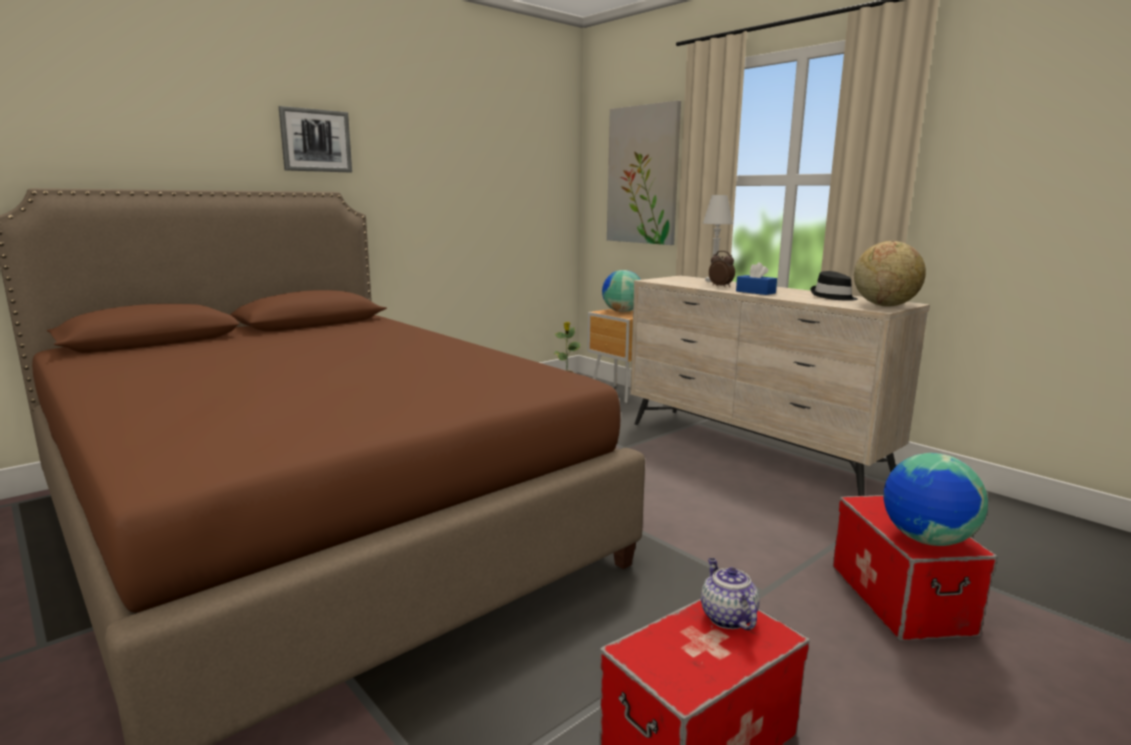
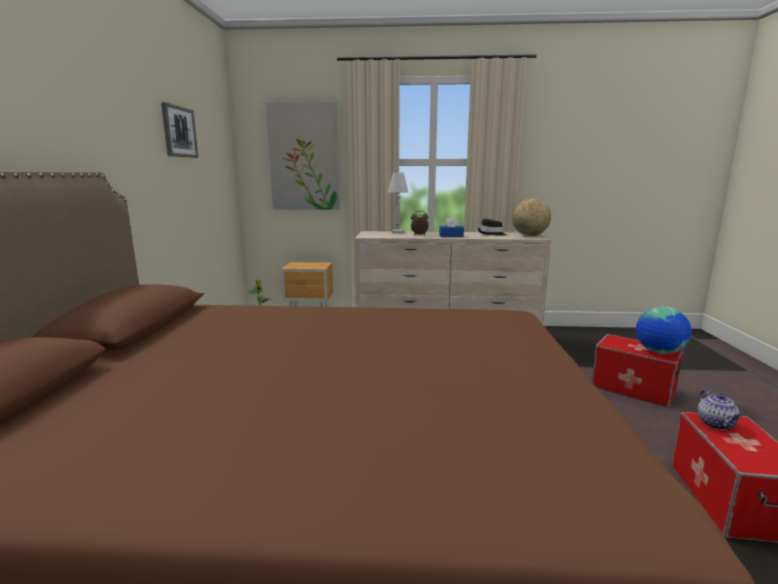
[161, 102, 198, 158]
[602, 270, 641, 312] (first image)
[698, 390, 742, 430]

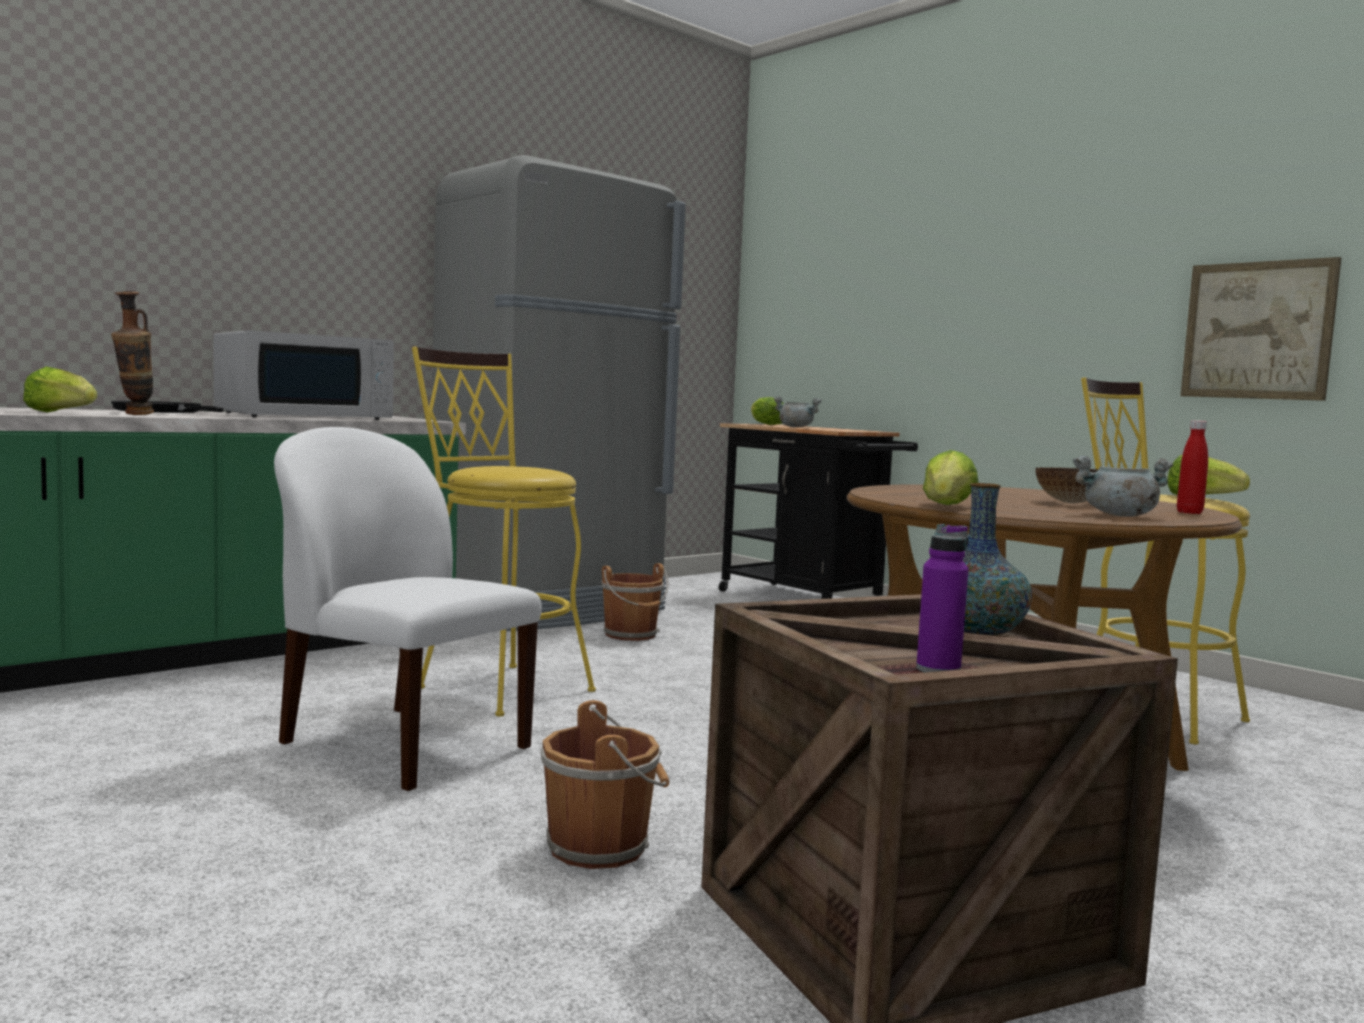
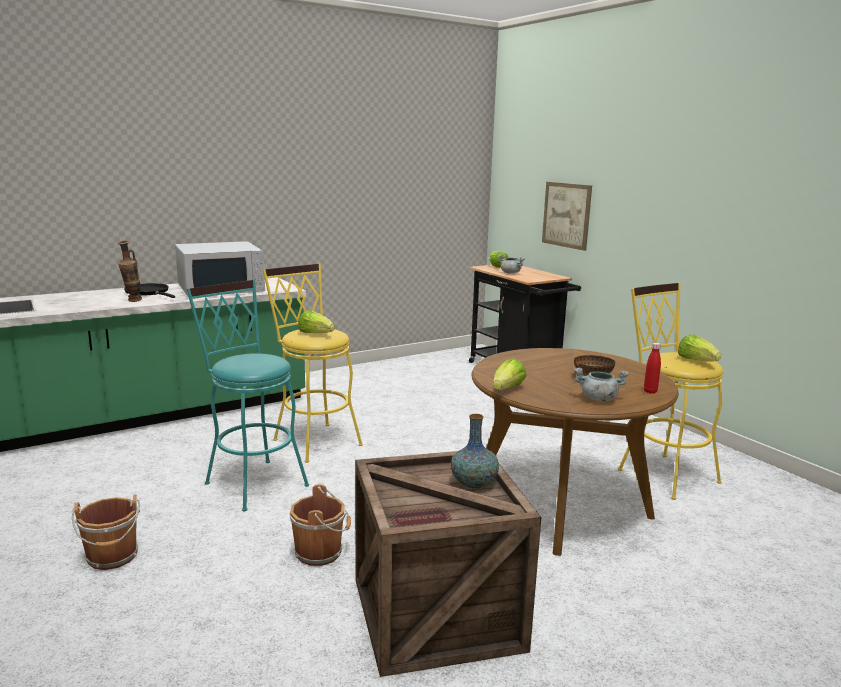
[298, 310, 335, 333]
[187, 280, 309, 511]
[432, 155, 686, 631] (first image)
[72, 494, 140, 570]
[916, 524, 969, 672] (first image)
[542, 182, 592, 251]

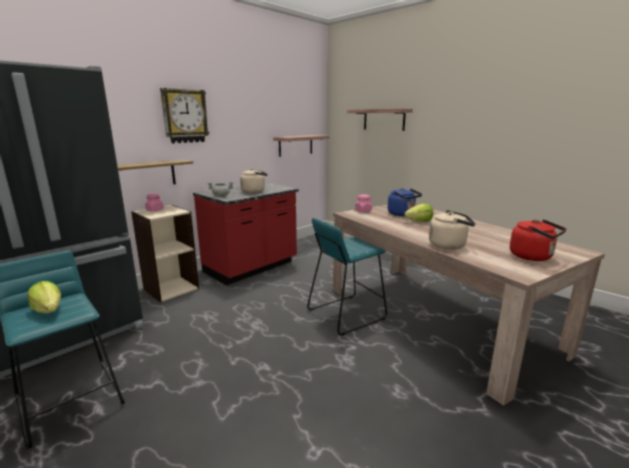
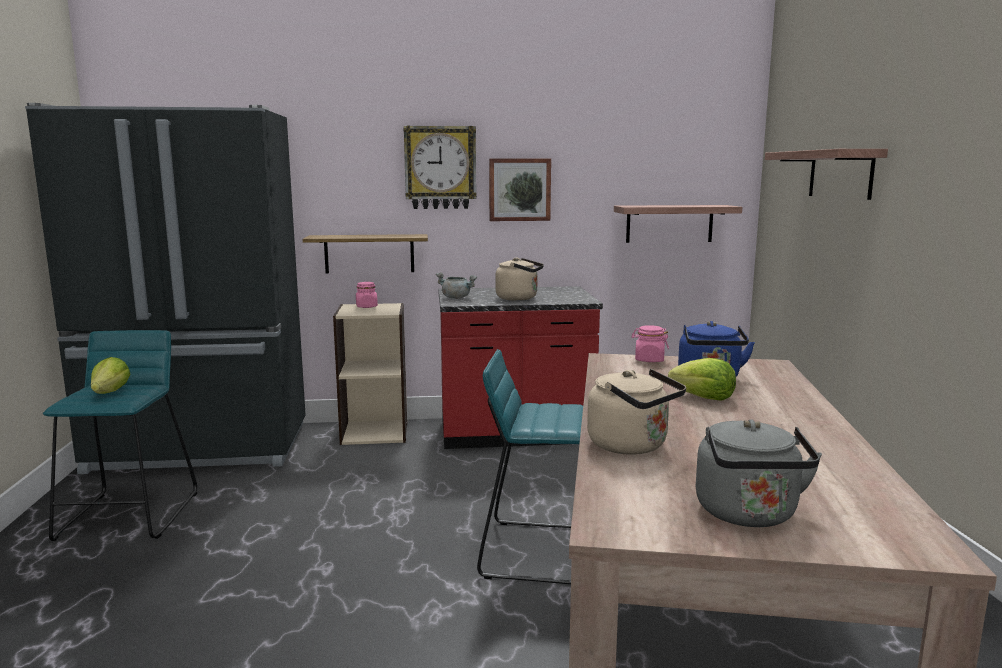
[696, 419, 822, 527]
[489, 158, 551, 221]

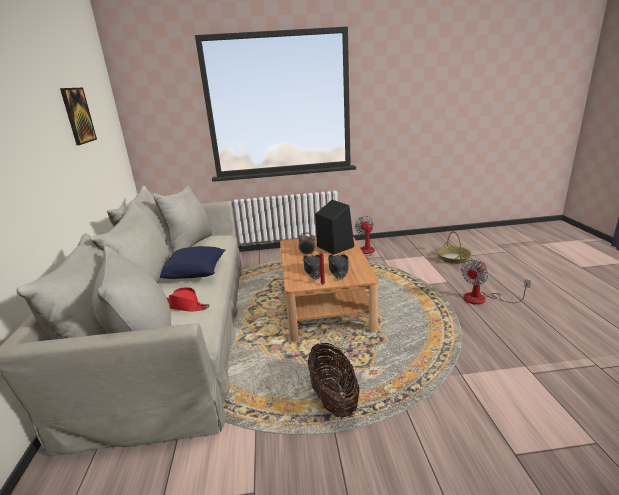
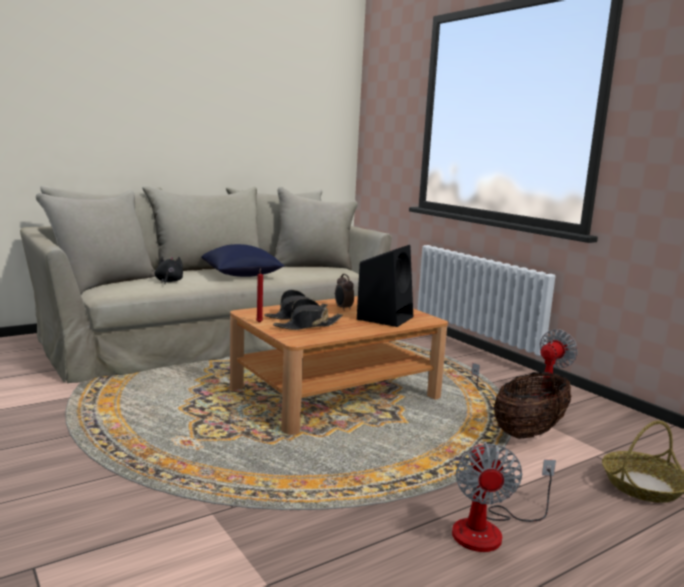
[60, 88, 97, 145] (first image)
[155, 257, 183, 284]
[494, 372, 571, 439]
[452, 442, 556, 552]

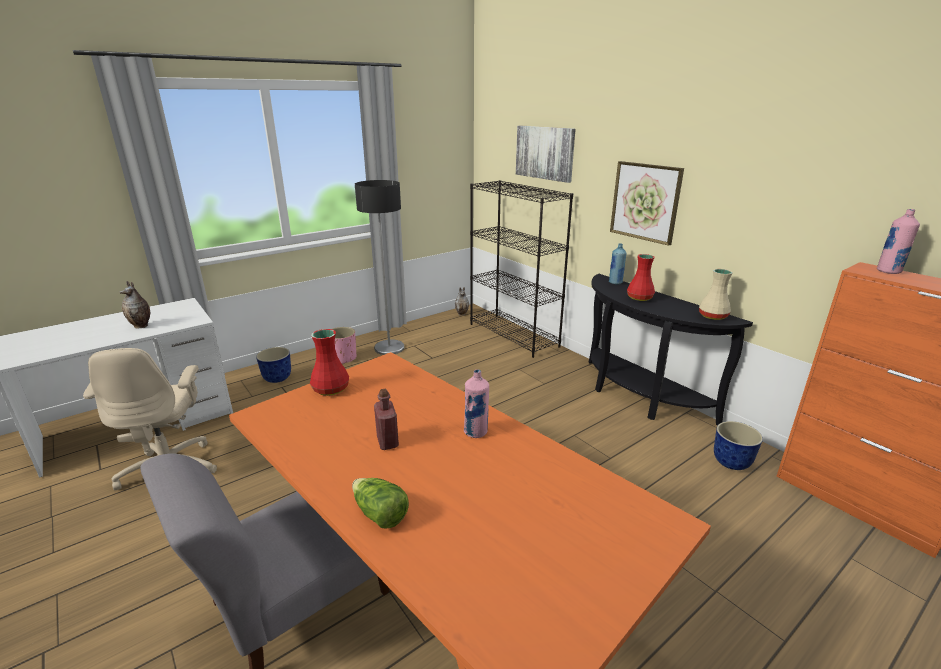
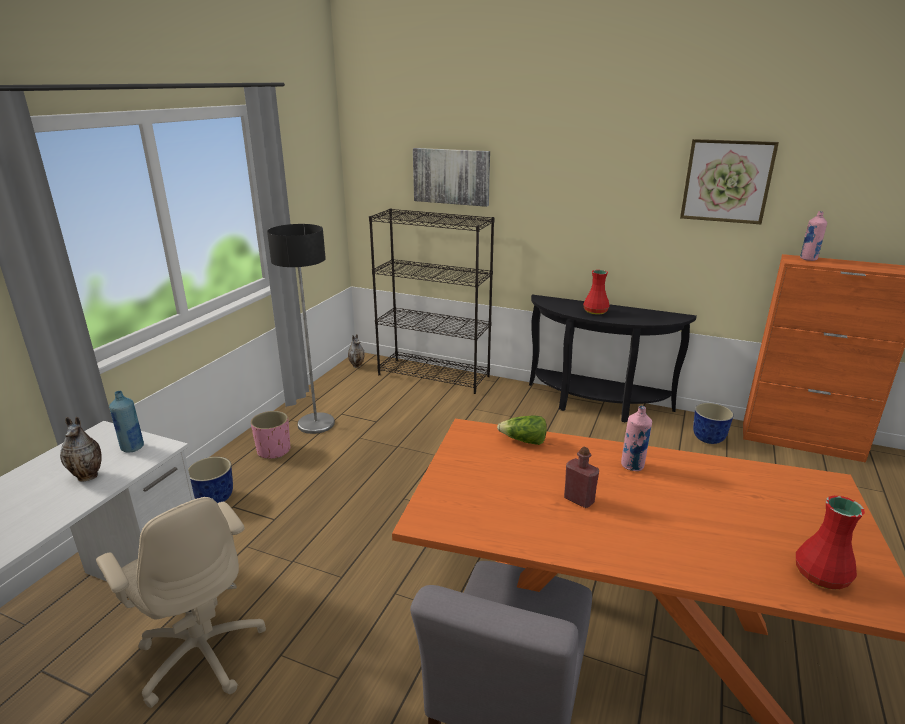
[796, 496, 865, 589]
[497, 416, 547, 445]
[109, 391, 144, 453]
[680, 139, 779, 224]
[699, 269, 733, 320] (first image)

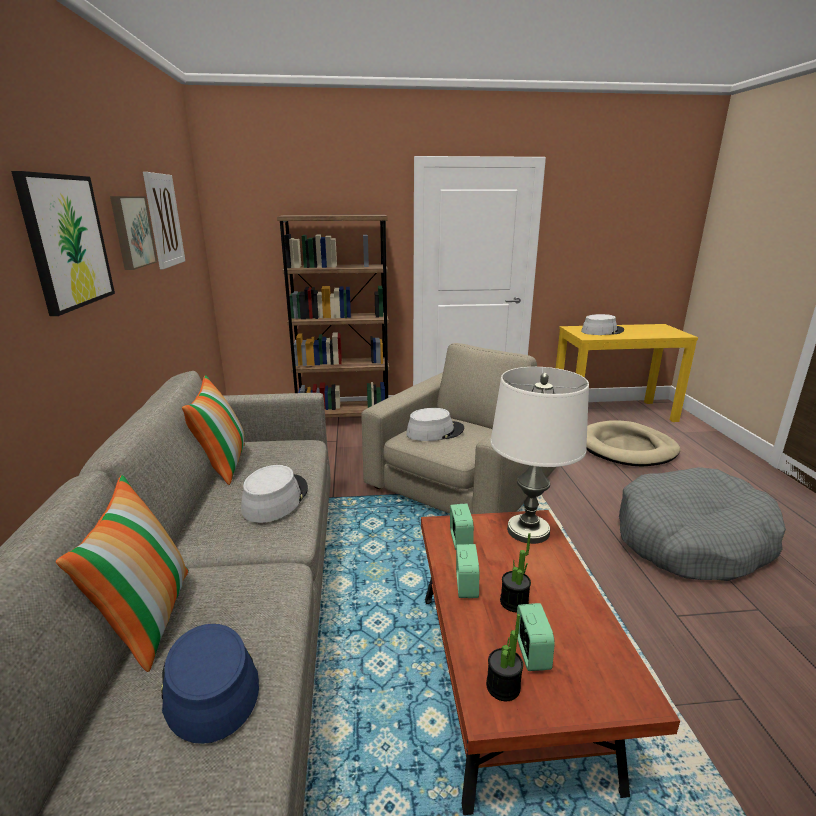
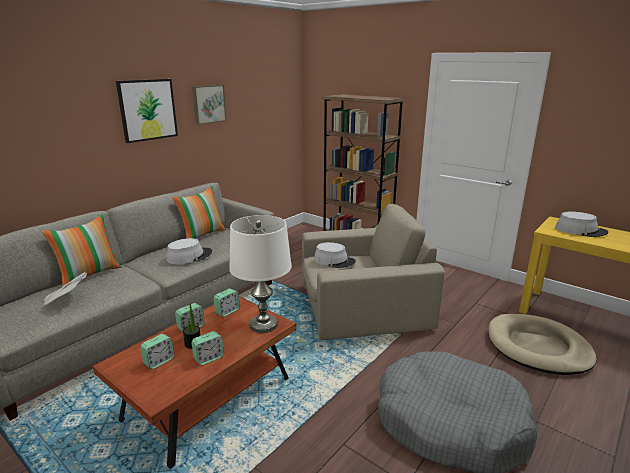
[143, 172, 185, 270] (first image)
[42, 272, 87, 307]
[486, 614, 523, 701] (first image)
[192, 331, 224, 365]

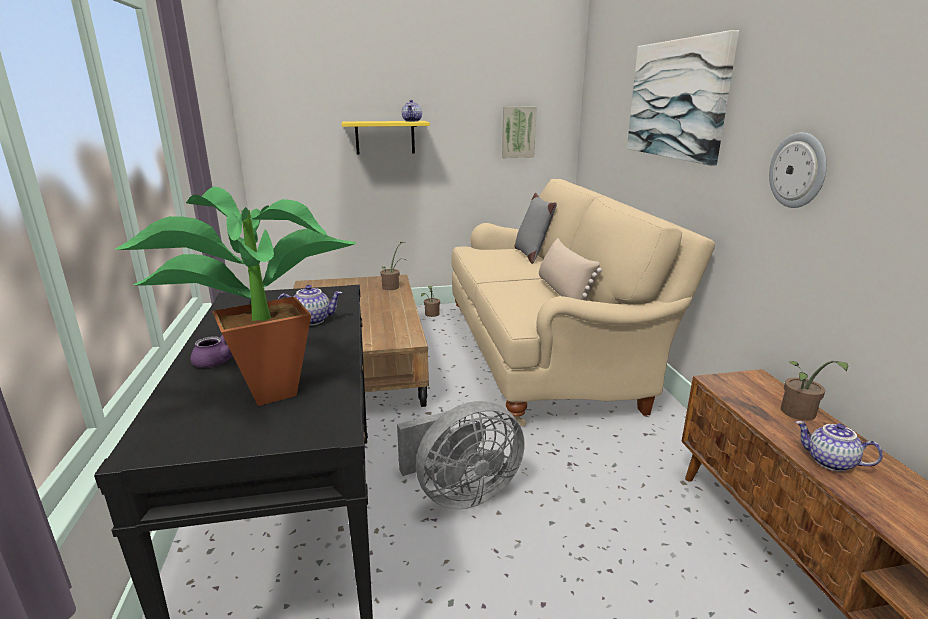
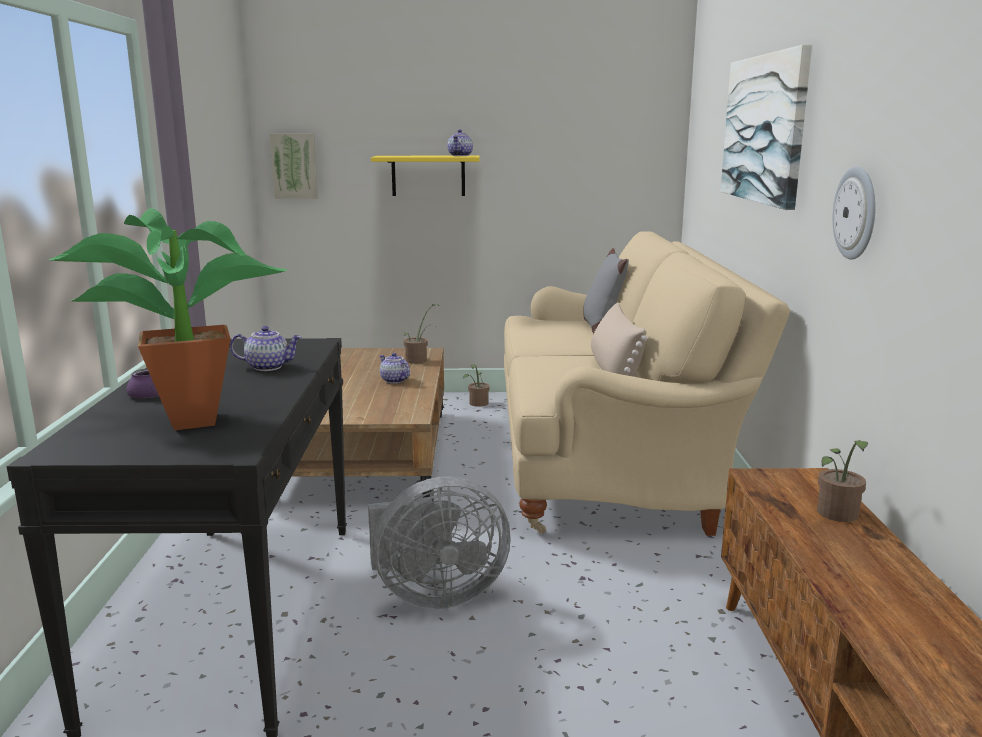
[270, 133, 318, 199]
[380, 353, 410, 384]

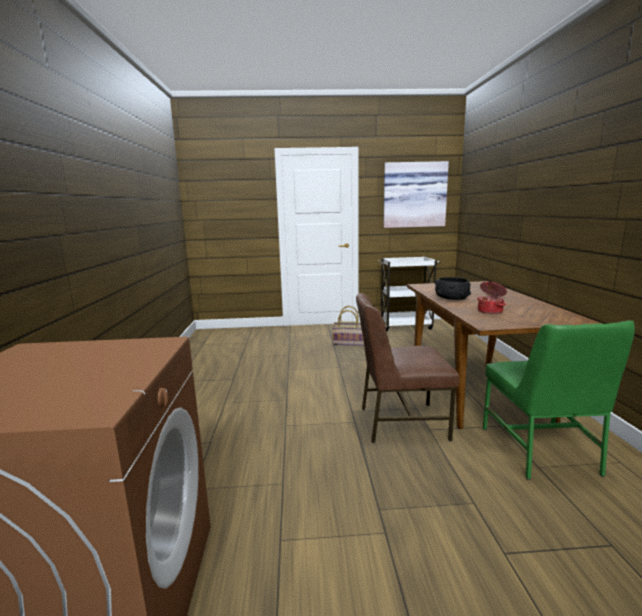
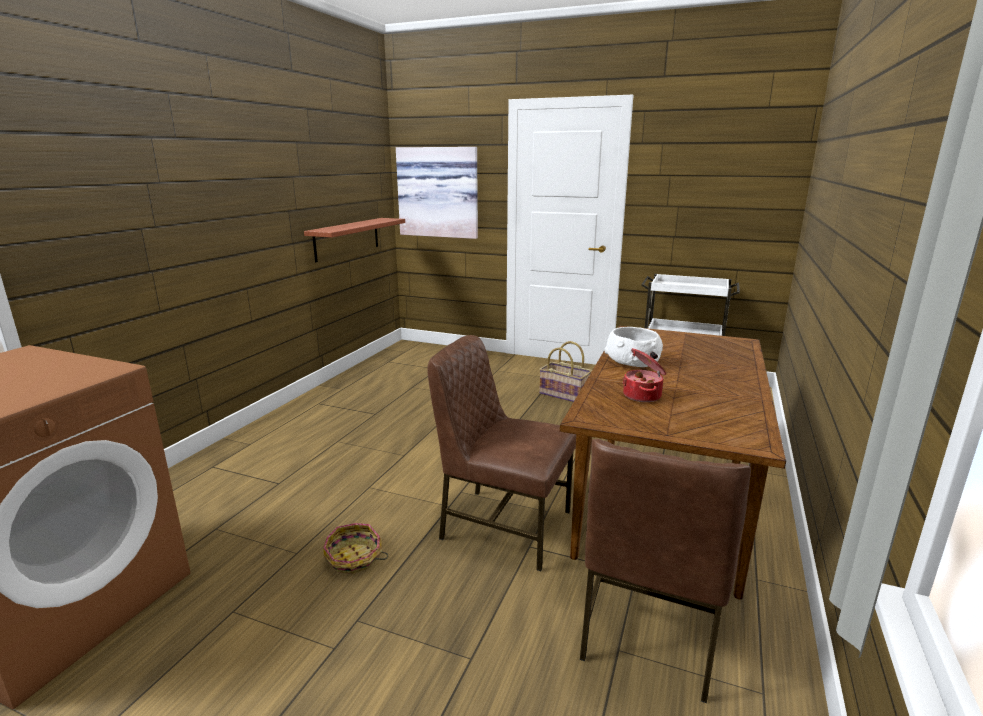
[396, 147, 478, 239]
[605, 327, 663, 367]
[580, 439, 751, 703]
[304, 218, 405, 262]
[323, 523, 388, 574]

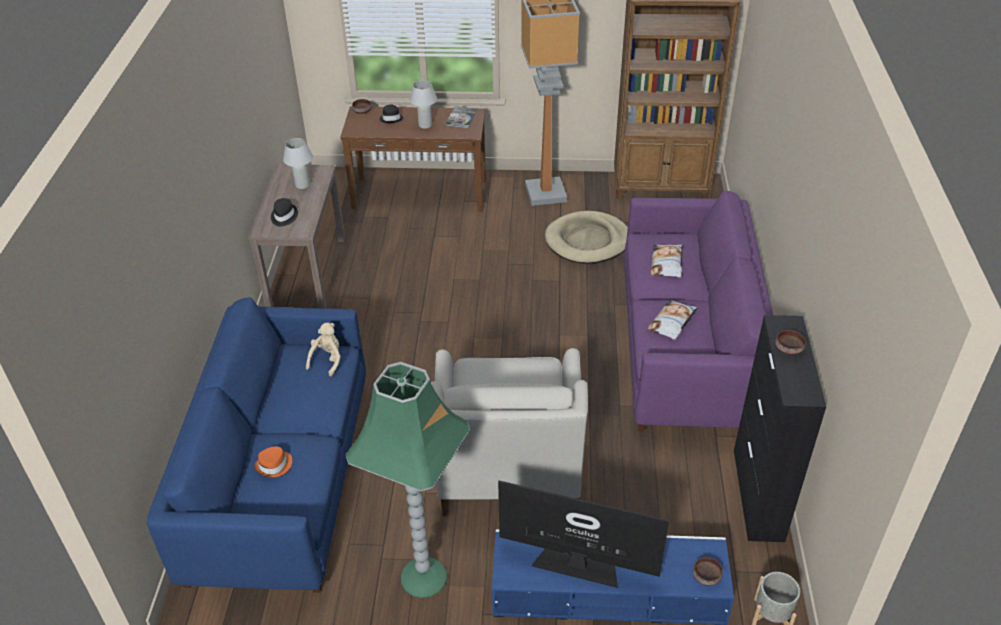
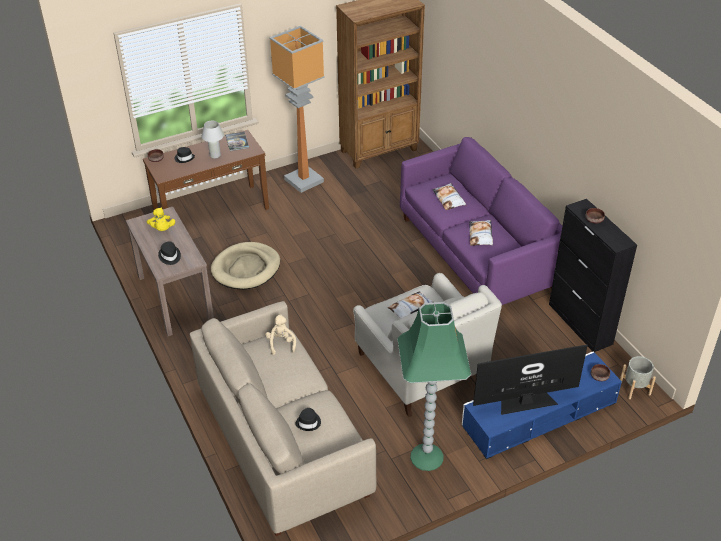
[190, 301, 377, 536]
[295, 408, 321, 431]
[147, 207, 175, 231]
[211, 242, 280, 289]
[388, 291, 433, 319]

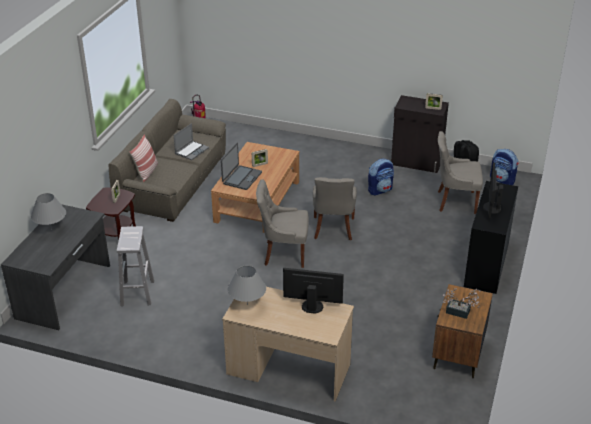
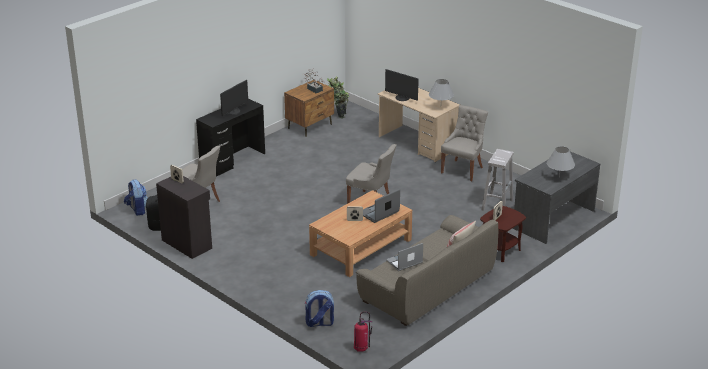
[441, 105, 488, 181]
[305, 290, 334, 327]
[327, 76, 349, 119]

